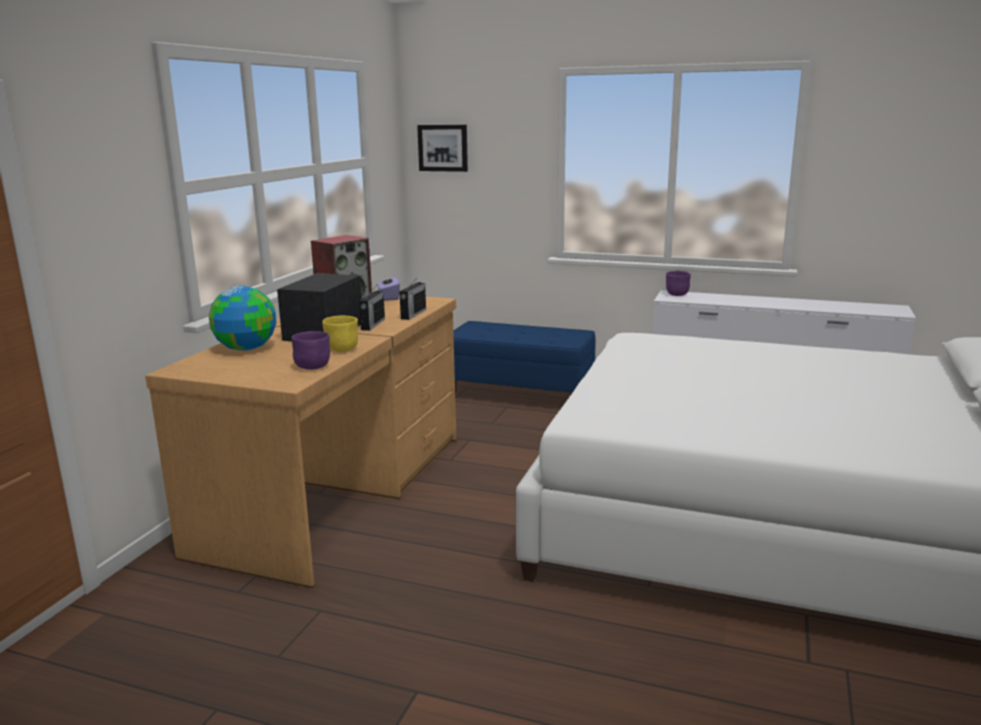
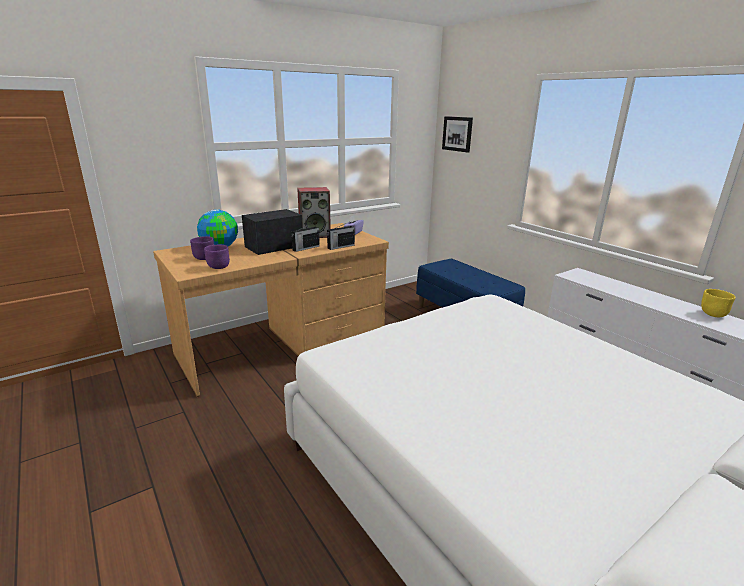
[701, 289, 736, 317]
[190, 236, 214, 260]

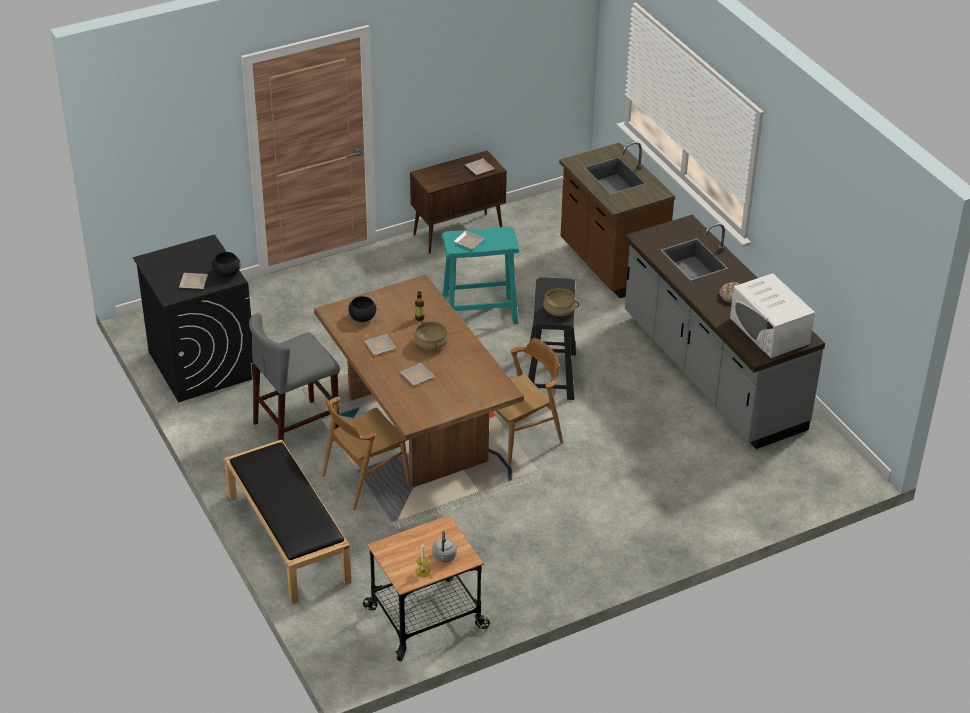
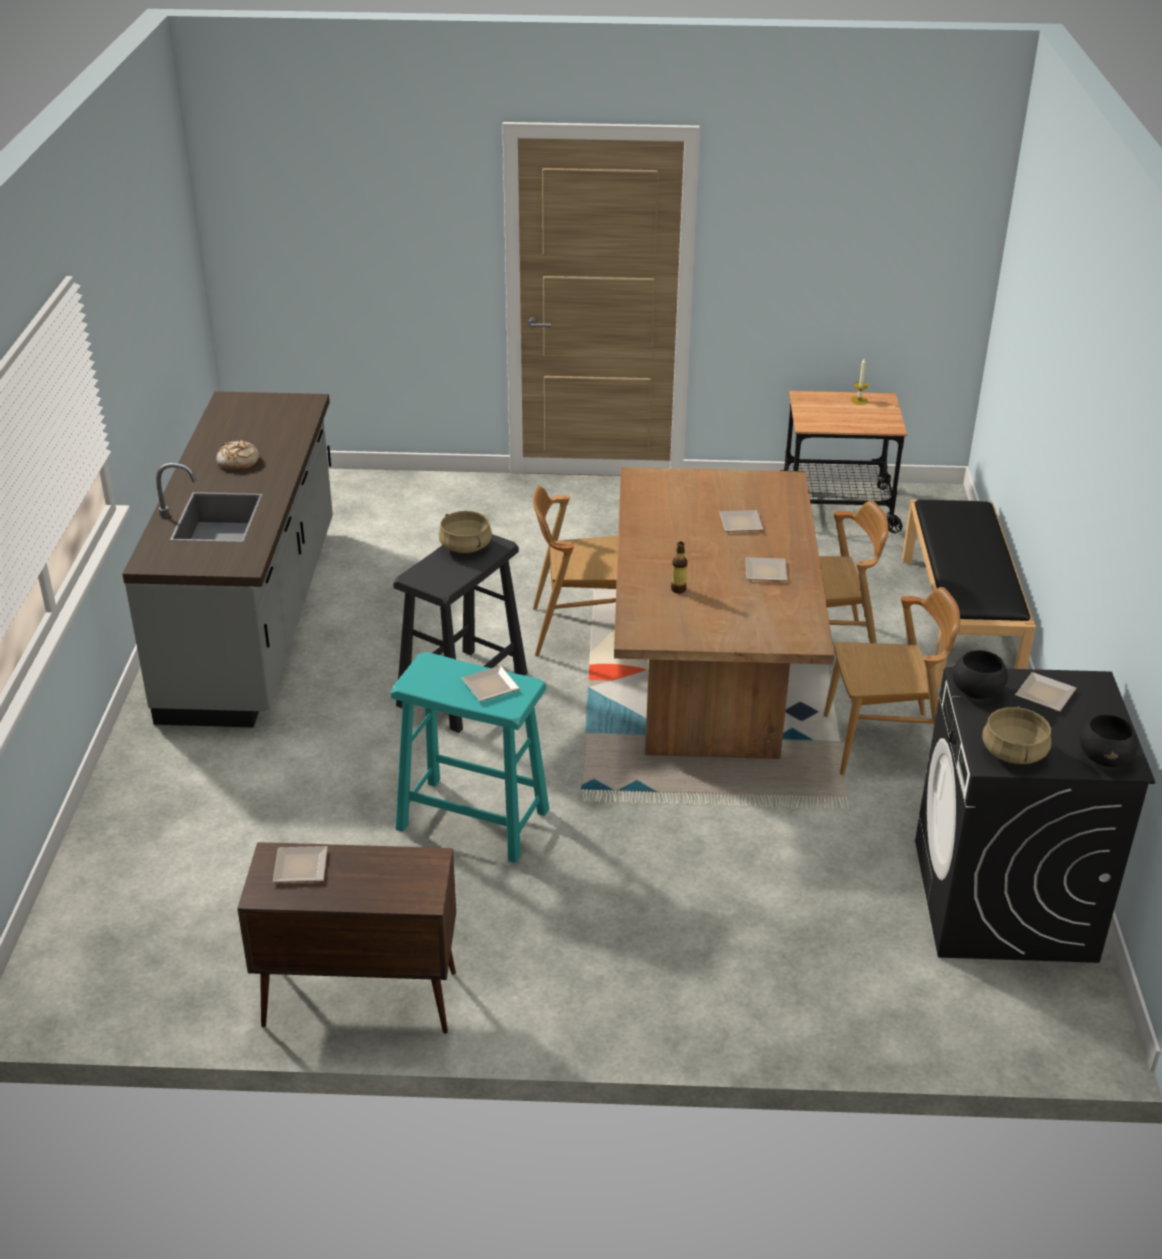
[824, 587, 960, 775]
[1080, 714, 1138, 767]
[982, 706, 1051, 764]
[432, 531, 457, 562] (first image)
[559, 141, 675, 298] (first image)
[730, 273, 815, 358] (first image)

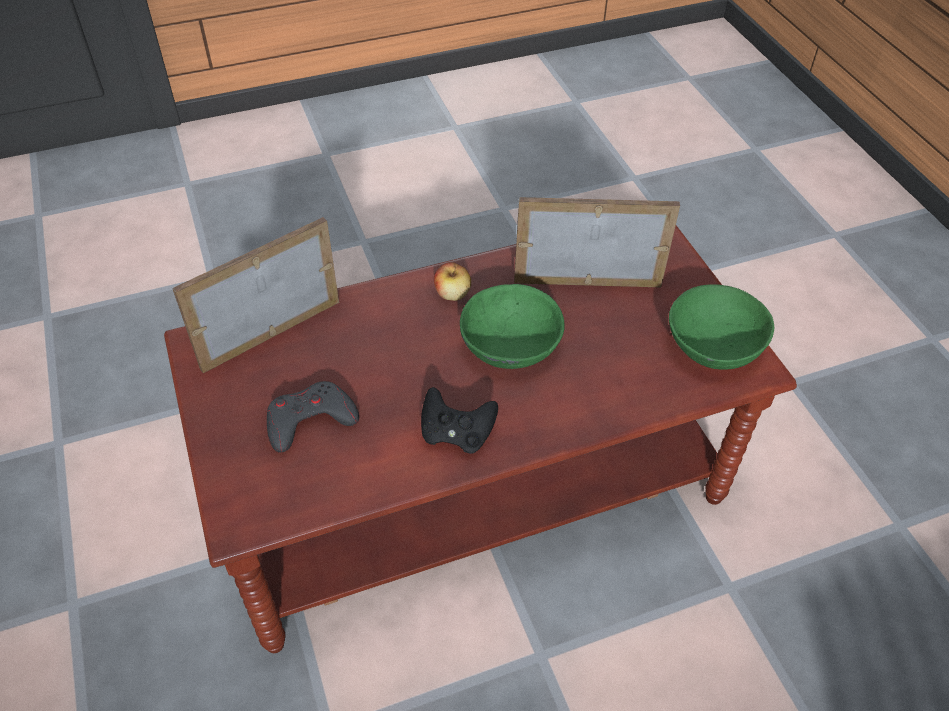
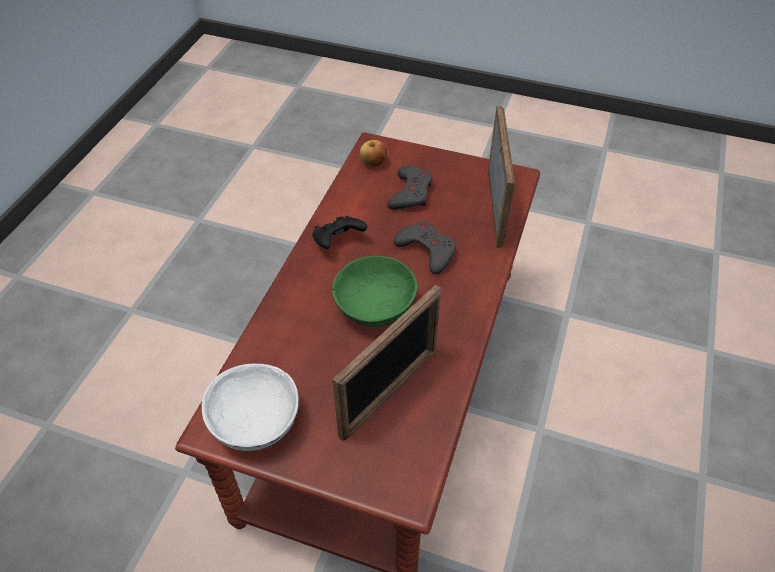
[360, 140, 387, 167]
[202, 364, 299, 451]
[393, 222, 456, 274]

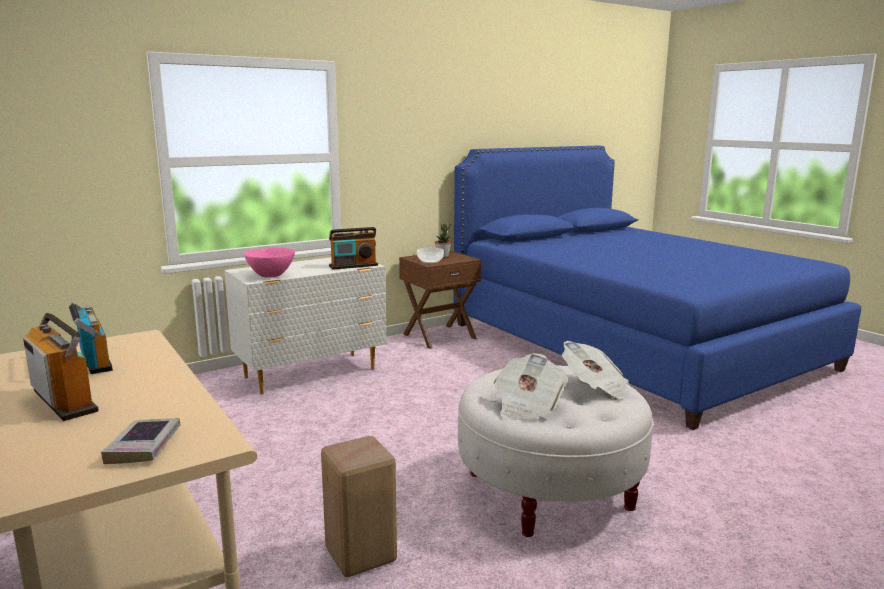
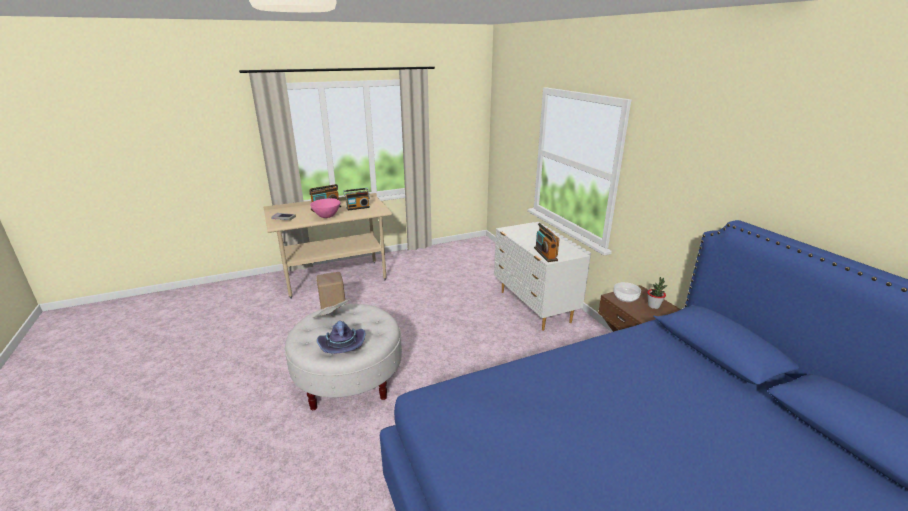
[310, 198, 340, 218]
[317, 321, 366, 354]

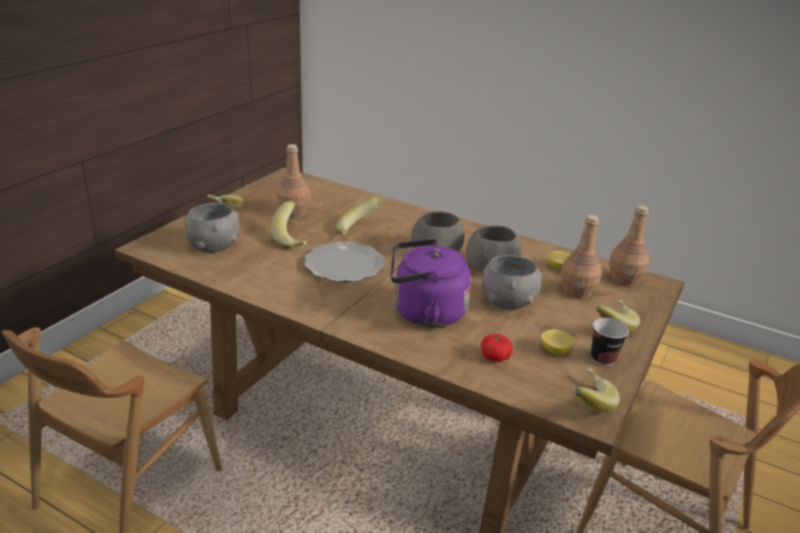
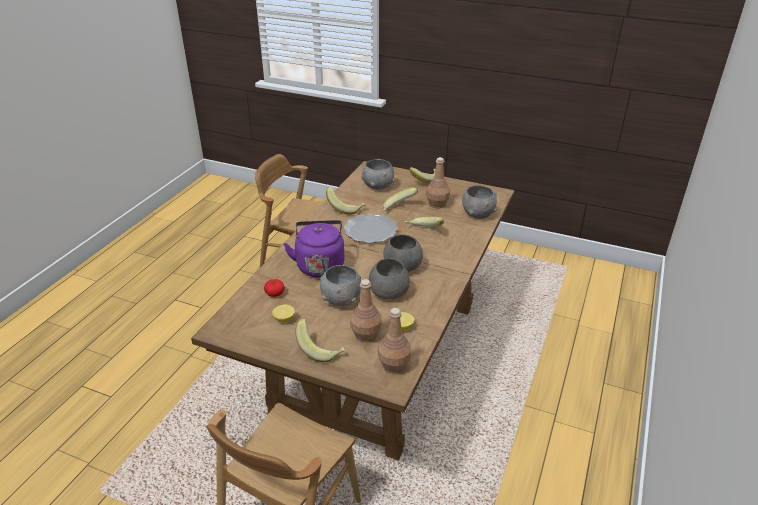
[326, 187, 365, 215]
[591, 318, 629, 366] (first image)
[462, 185, 497, 219]

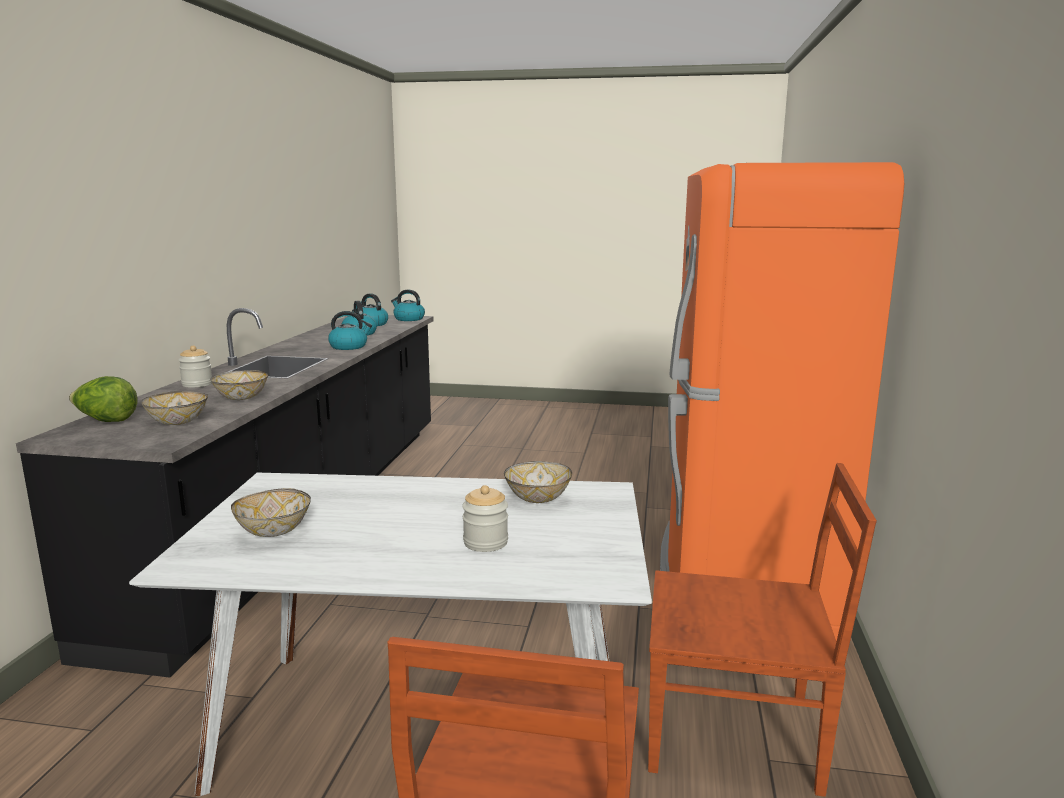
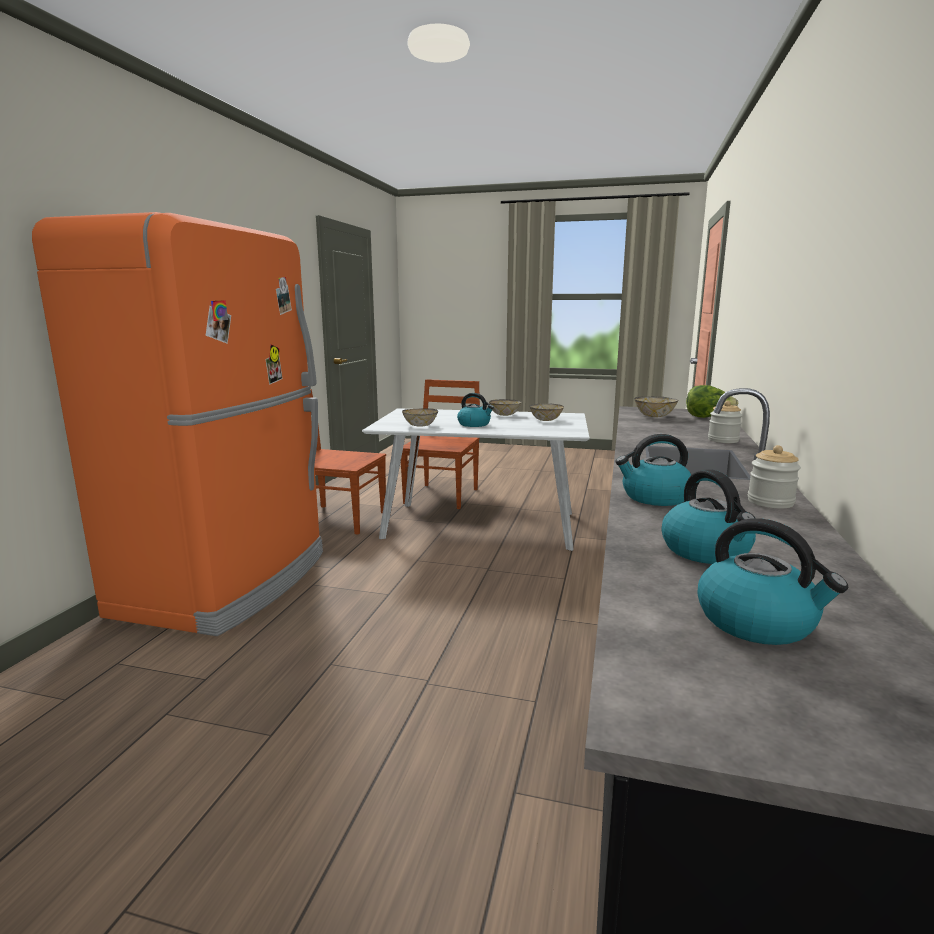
[489, 399, 522, 416]
[457, 393, 494, 427]
[748, 445, 801, 509]

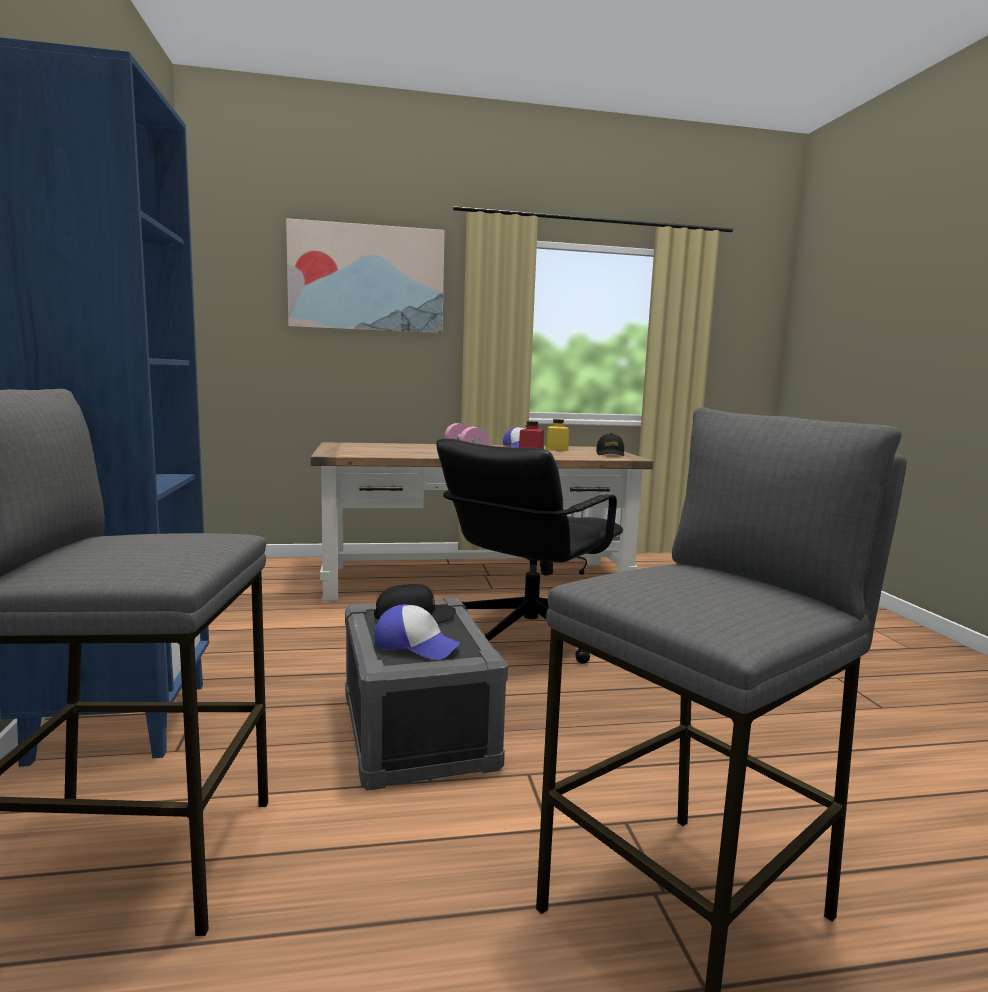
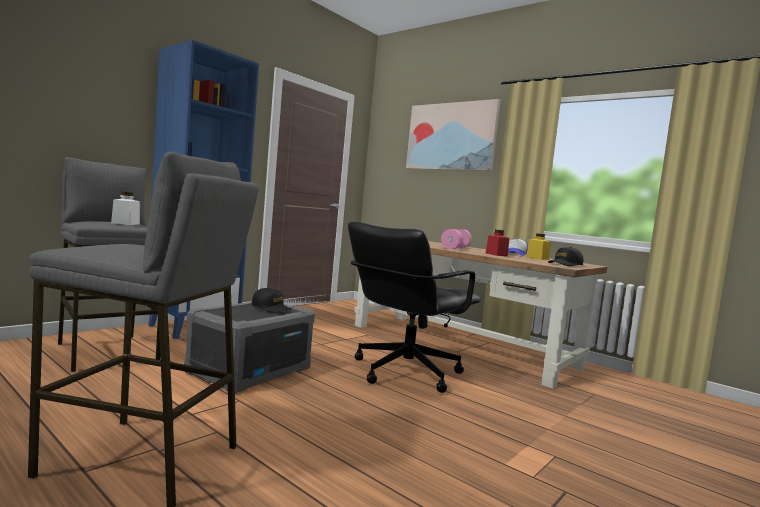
[374, 604, 462, 660] (first image)
[348, 222, 481, 393]
[111, 191, 140, 225]

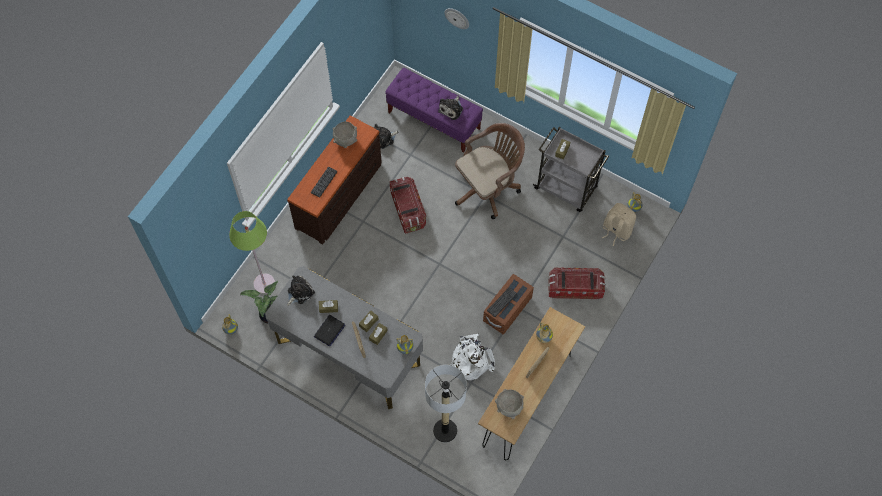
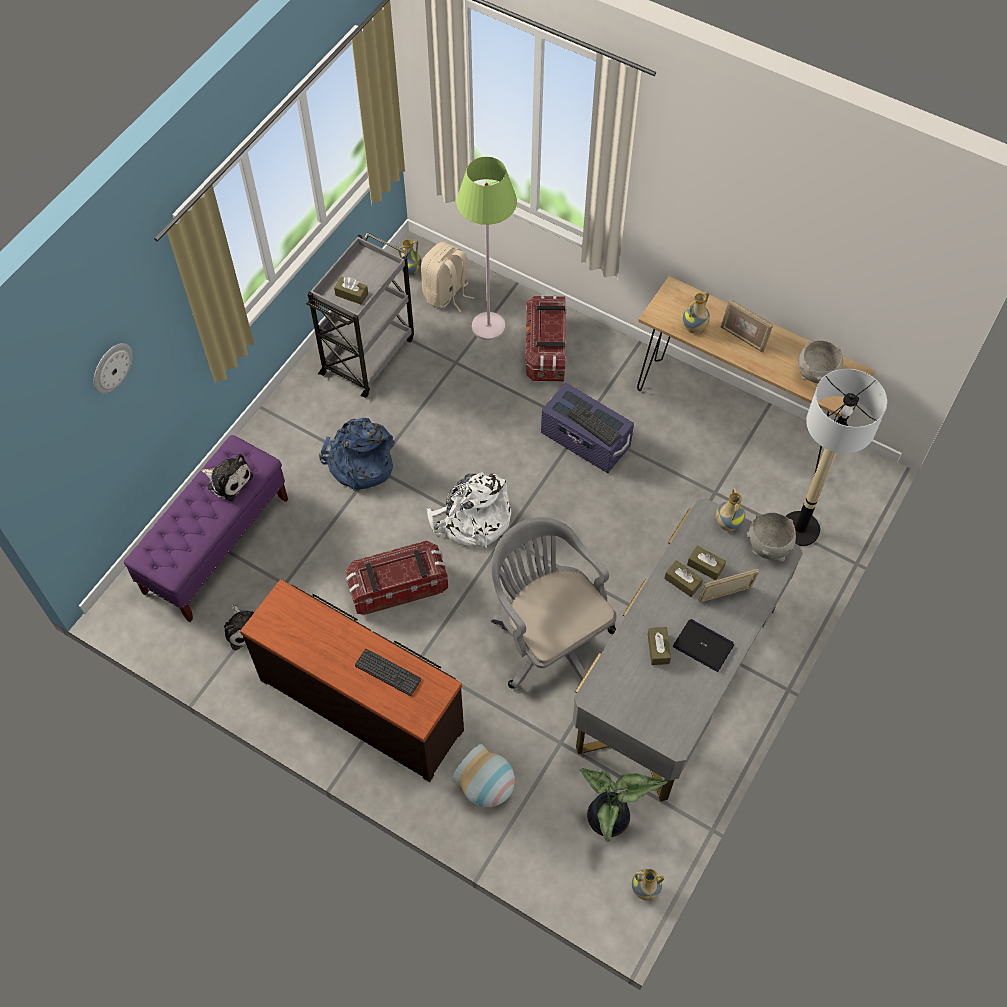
[456, 157, 517, 340]
[287, 275, 315, 306] (first image)
[747, 513, 796, 562]
[427, 472, 511, 548]
[319, 418, 395, 491]
[541, 383, 634, 473]
[452, 744, 515, 807]
[491, 517, 617, 689]

